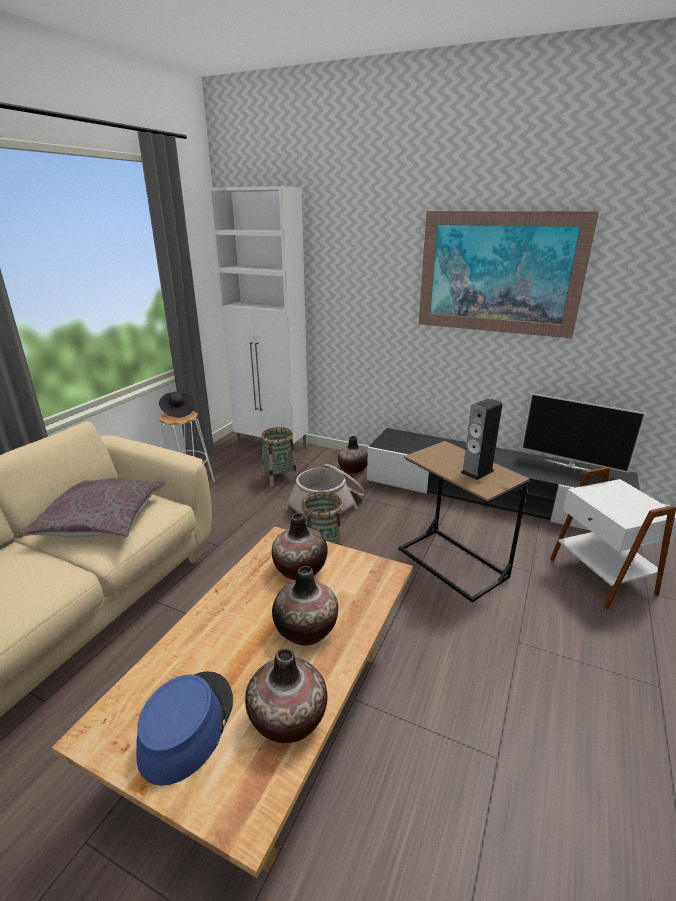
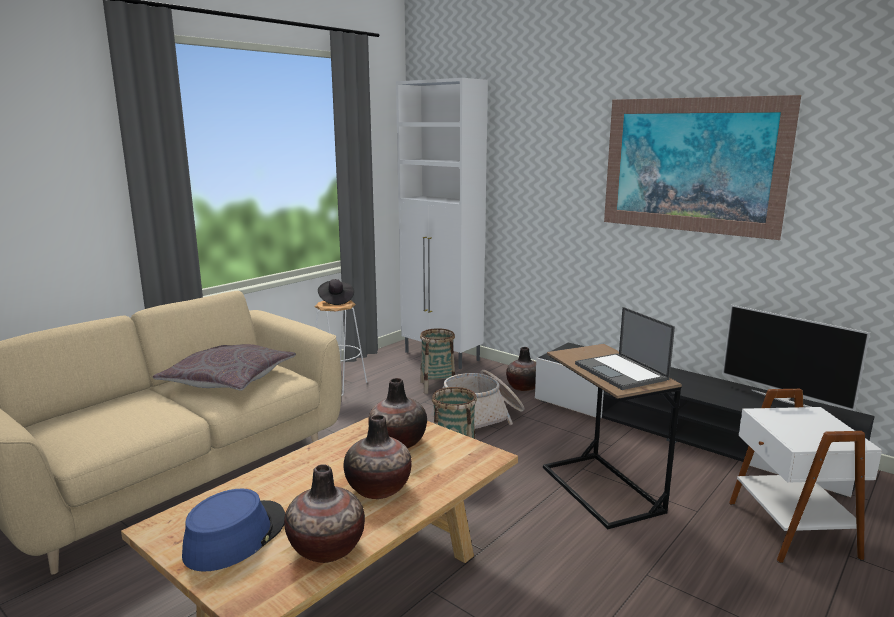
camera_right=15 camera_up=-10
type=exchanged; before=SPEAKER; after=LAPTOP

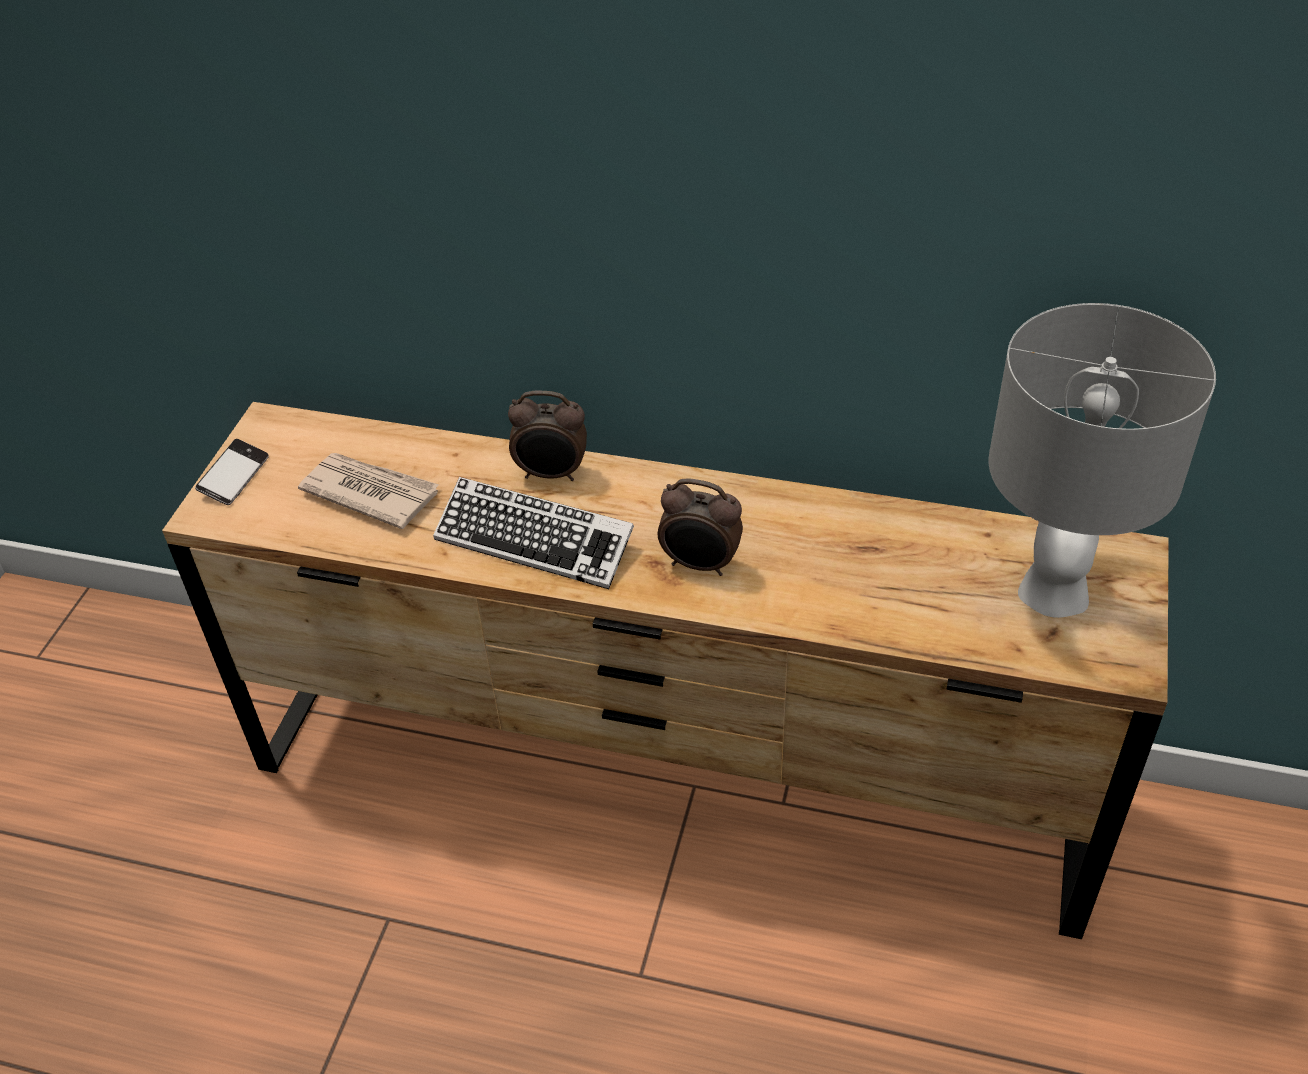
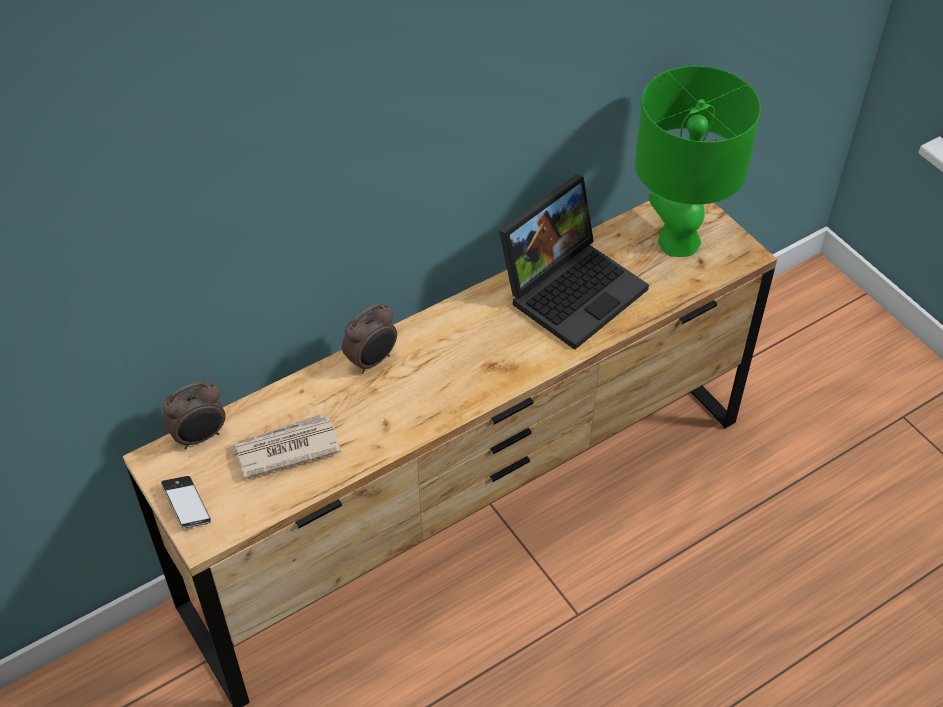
camera_right=-50 camera_up=5
type=missing; before=KEYBOARD
type=relocated; before=ALARM CLOCK (no. 2 from left in the first image); after=ALARM CLOCK (no. 1 from left)
type=colour; before=GRAY LAMP FOR A TABLE; after=GREEN LAMP FOR A TABLE
type=appeared; after=LAPTOP

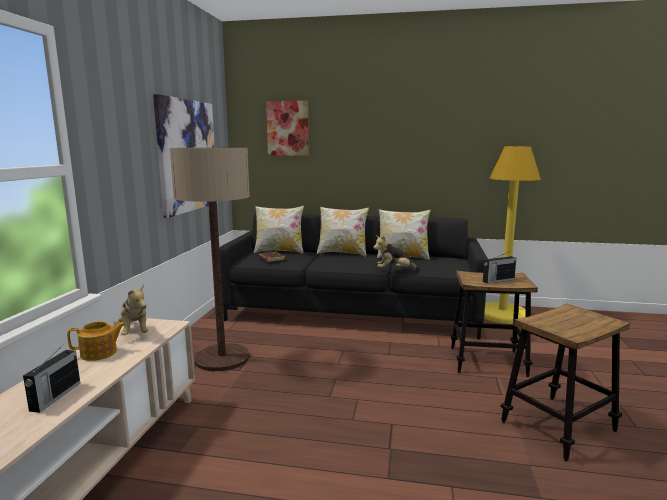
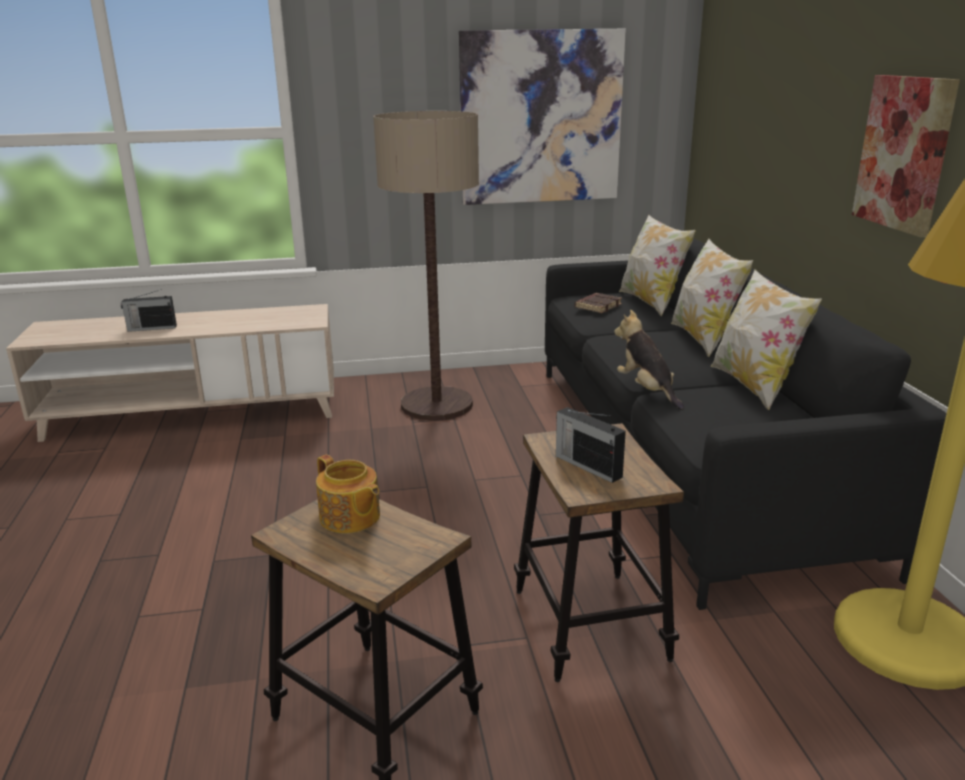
camera_right=70 camera_up=10
type=relocated; before=TEA POT
type=missing; before=CUDDLY TOY (no. 1 from left)
type=relocated; before=PICTURE (no. 2 from left)

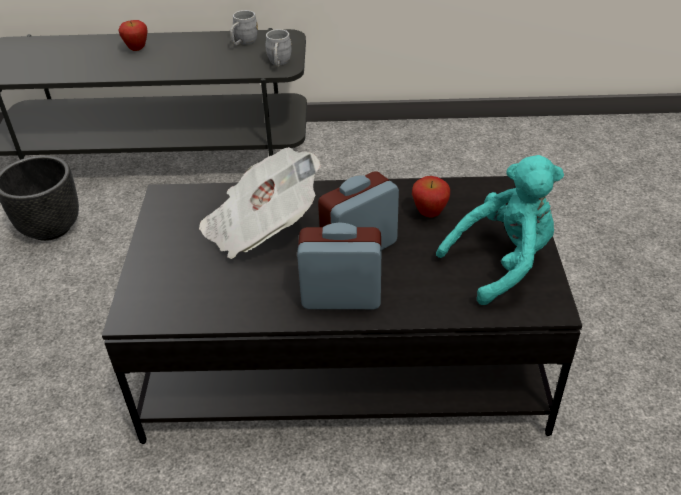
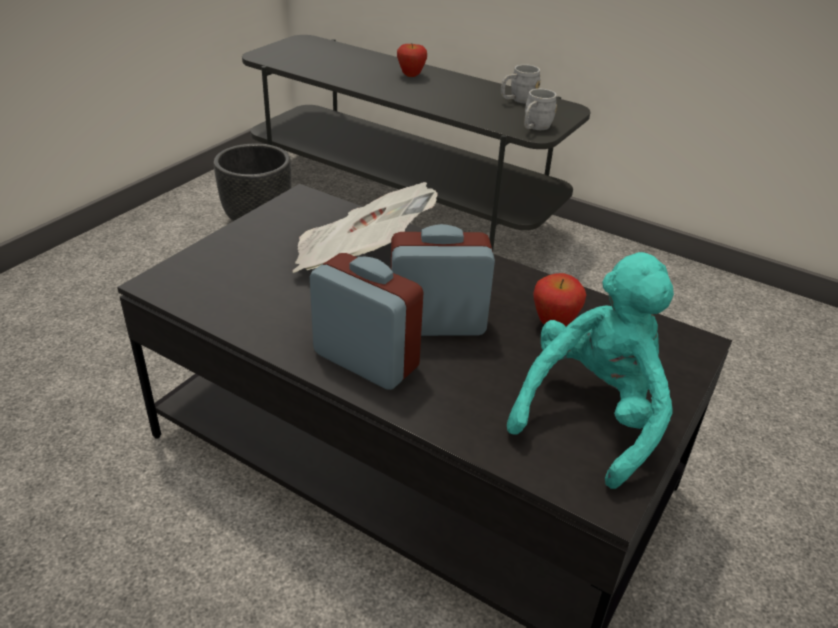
camera_right=30 camera_up=-5
type=spun; before=TURQUOISE CUDDLY TOY; turn=-60

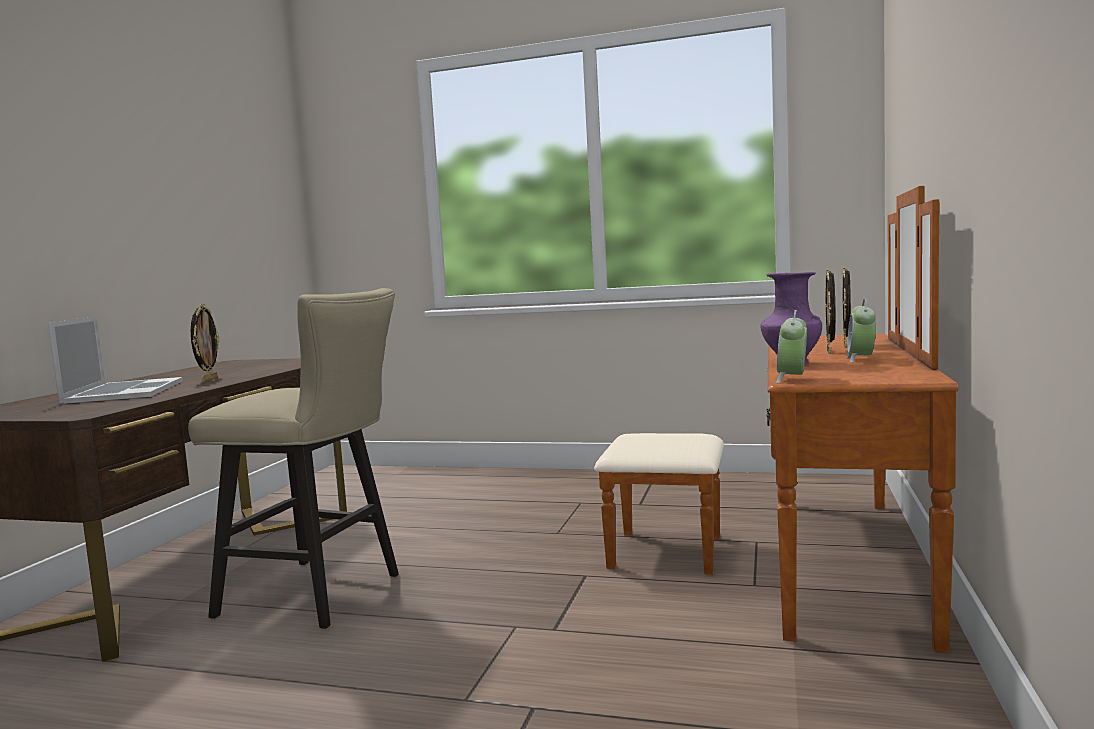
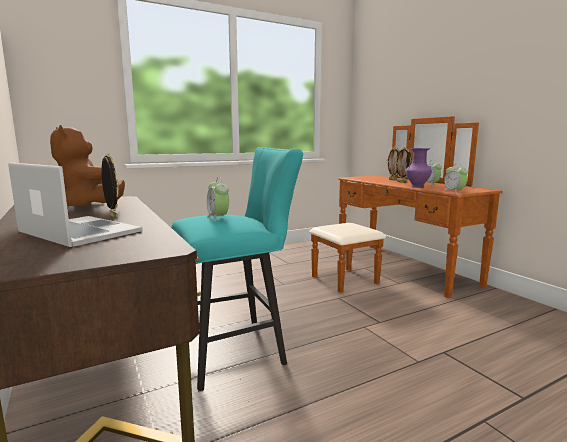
camera_right=-45 camera_up=5
type=colour; before=BEIGE-COLOURED SITTING STOOL; after=TURQUOISE SITTING STOOL
type=appeared; after=BROWN-COLOURED CUDDLY TOY
type=appeared; after=ALARM CLOCK (no. 1 from left)

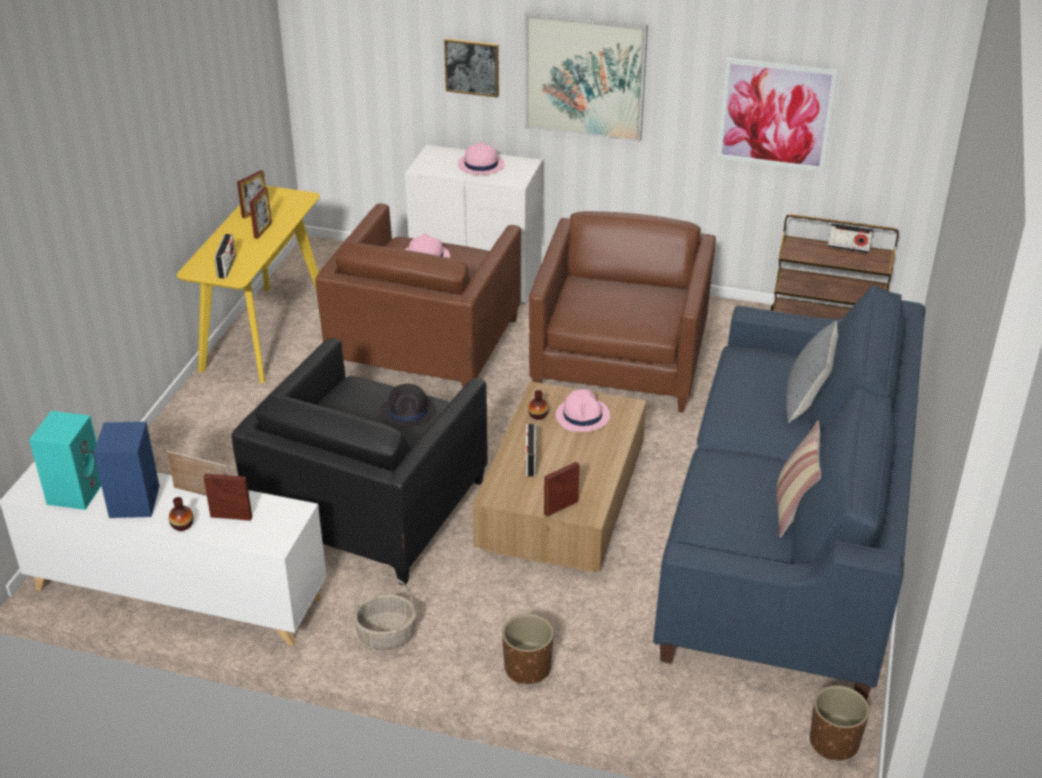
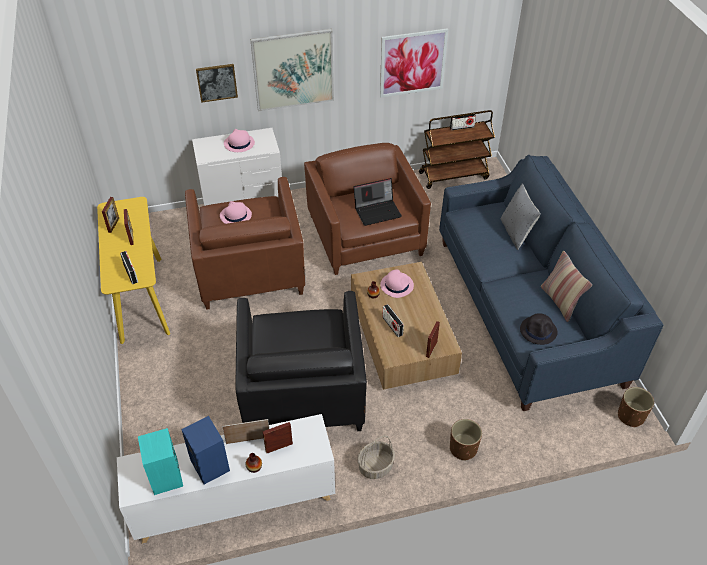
camera_right=-30 camera_up=10
type=relocated; before=BLACK-COLOURED WEARABLE HAT
type=appeared; after=LAPTOP

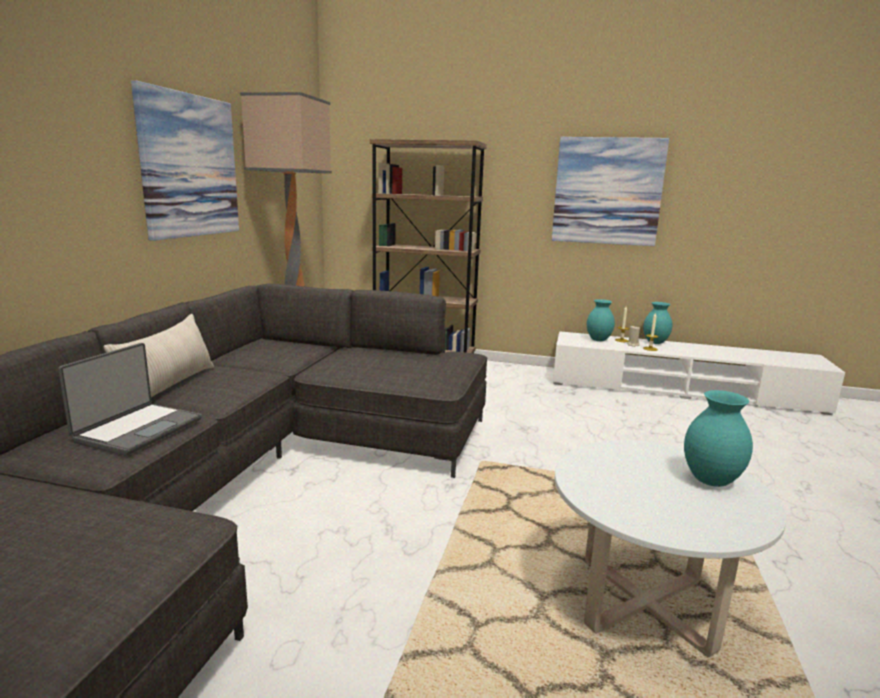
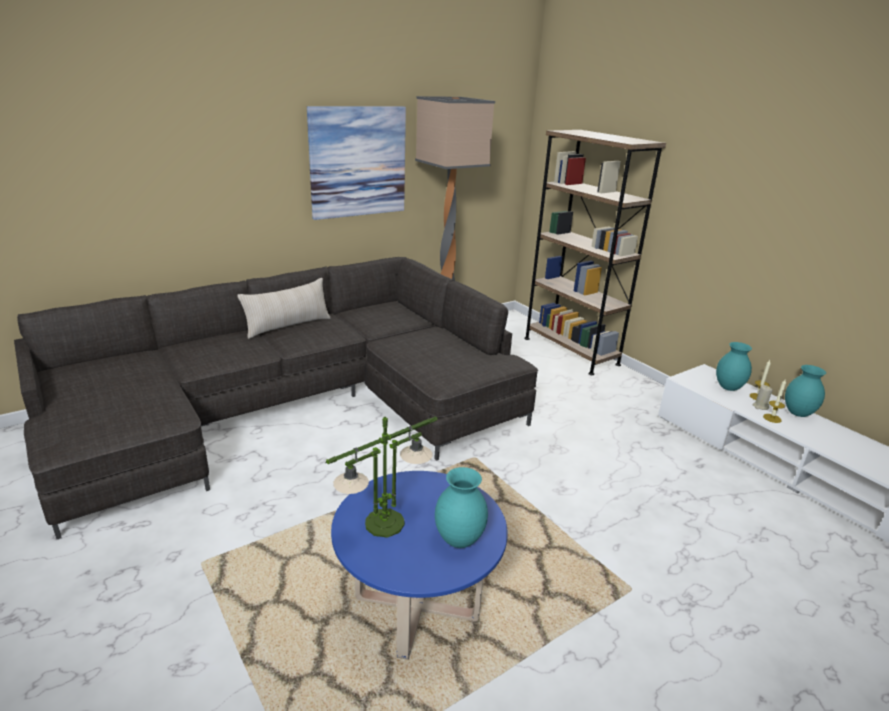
camera_right=40 camera_up=10
type=missing; before=LAPTOP
type=missing; before=PICTURE (no. 2 from left)
type=colour; before=WHITISH COFFEE TABLE; after=BLUE COFFEE TABLE
type=appeared; after=LAMP FOR A TABLE

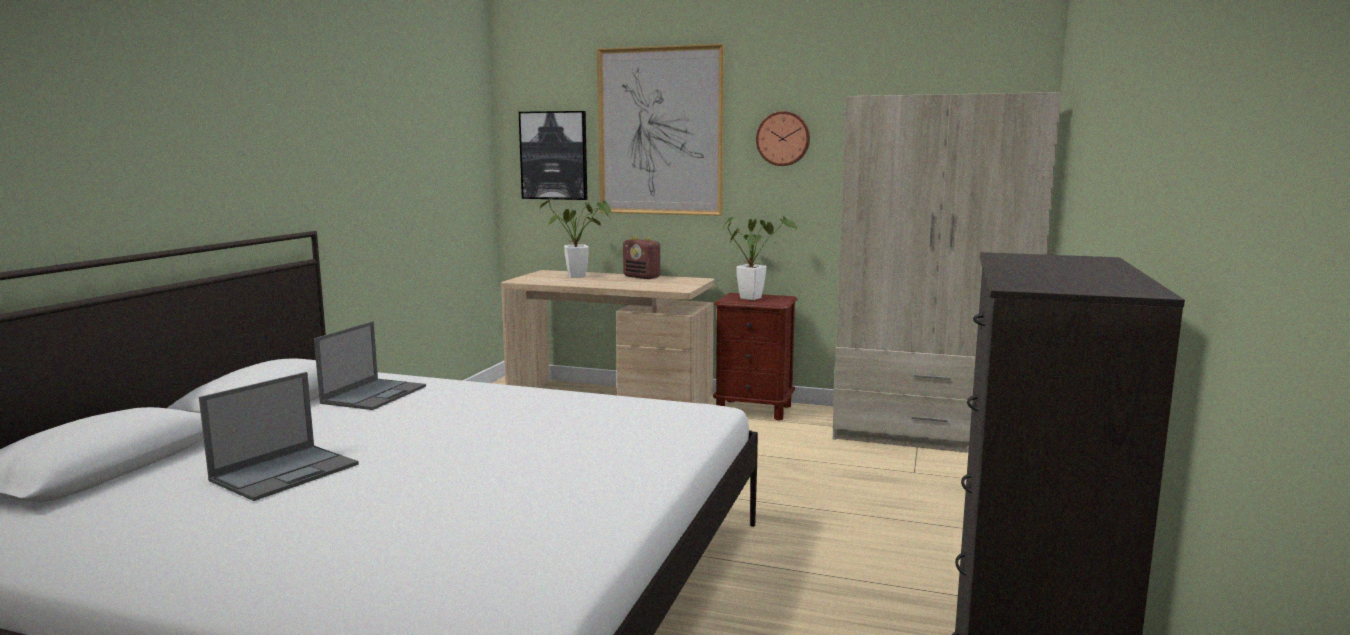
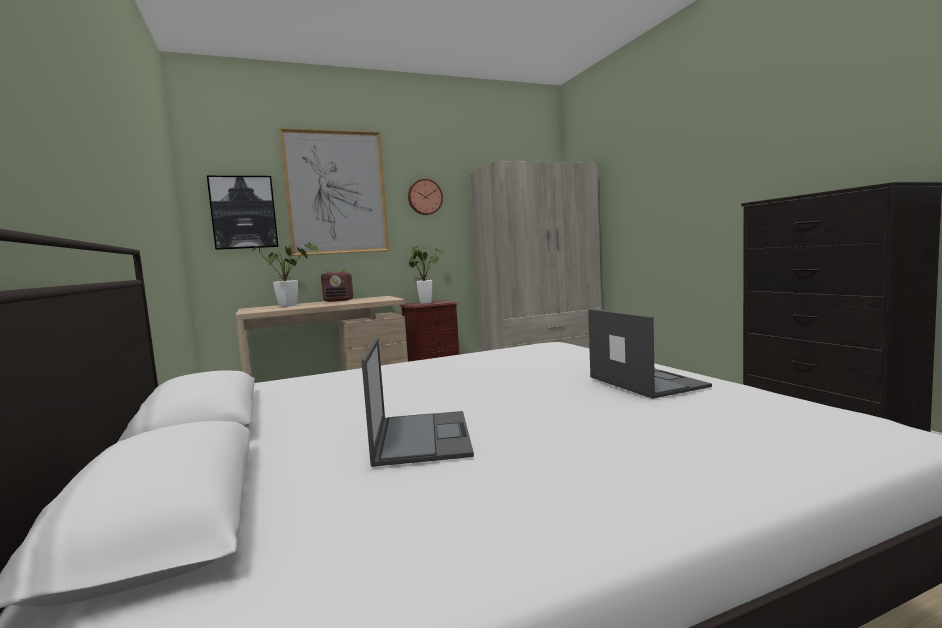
camera_right=-40 camera_up=-5
type=relocated; before=LAPTOP (no. 2 from left)

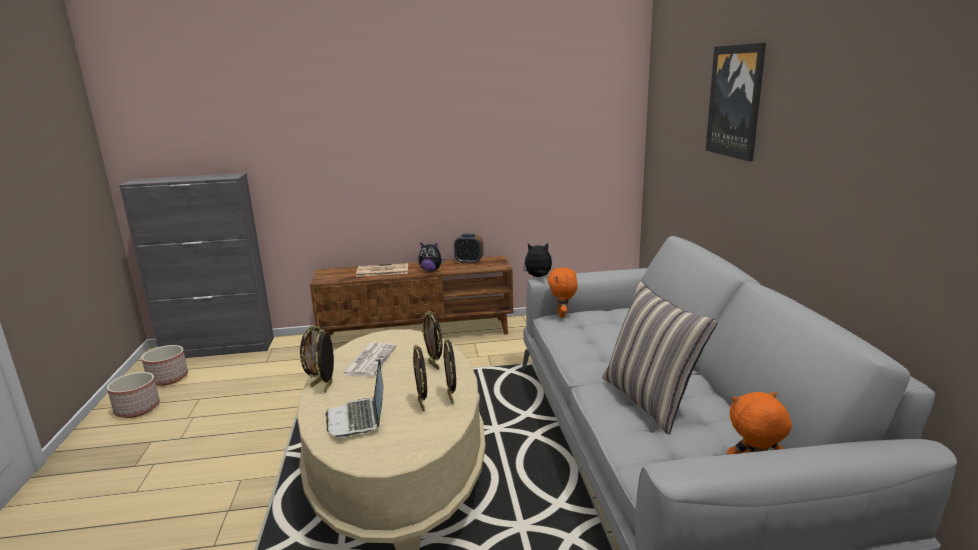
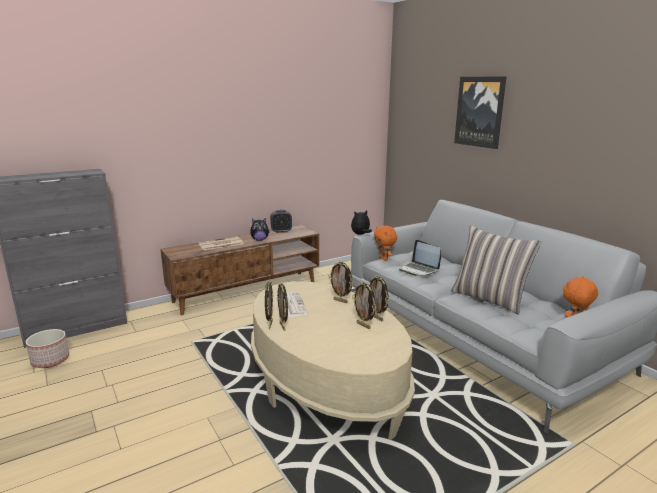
camera_right=-25 camera_up=0
type=missing; before=PLANTER (no. 1 from left)
type=relocated; before=LAPTOP

